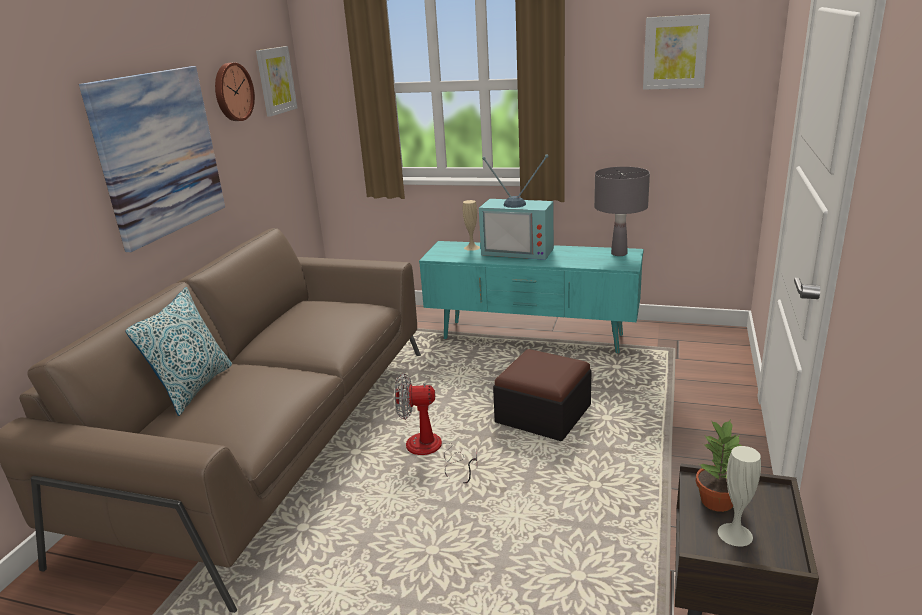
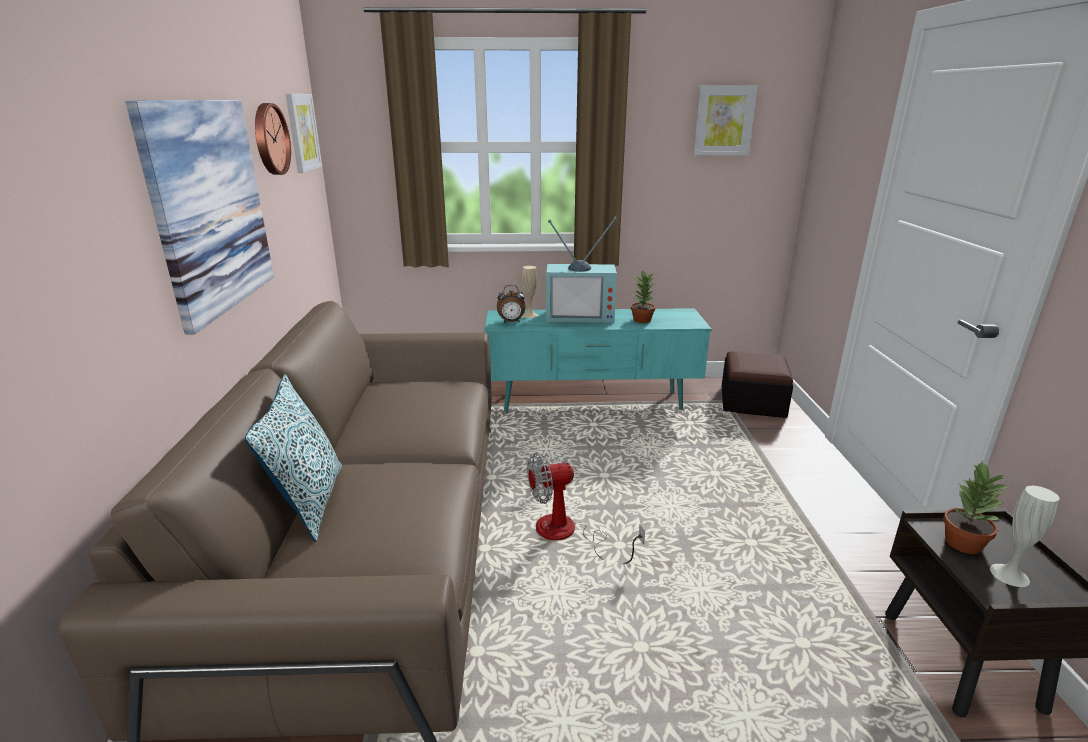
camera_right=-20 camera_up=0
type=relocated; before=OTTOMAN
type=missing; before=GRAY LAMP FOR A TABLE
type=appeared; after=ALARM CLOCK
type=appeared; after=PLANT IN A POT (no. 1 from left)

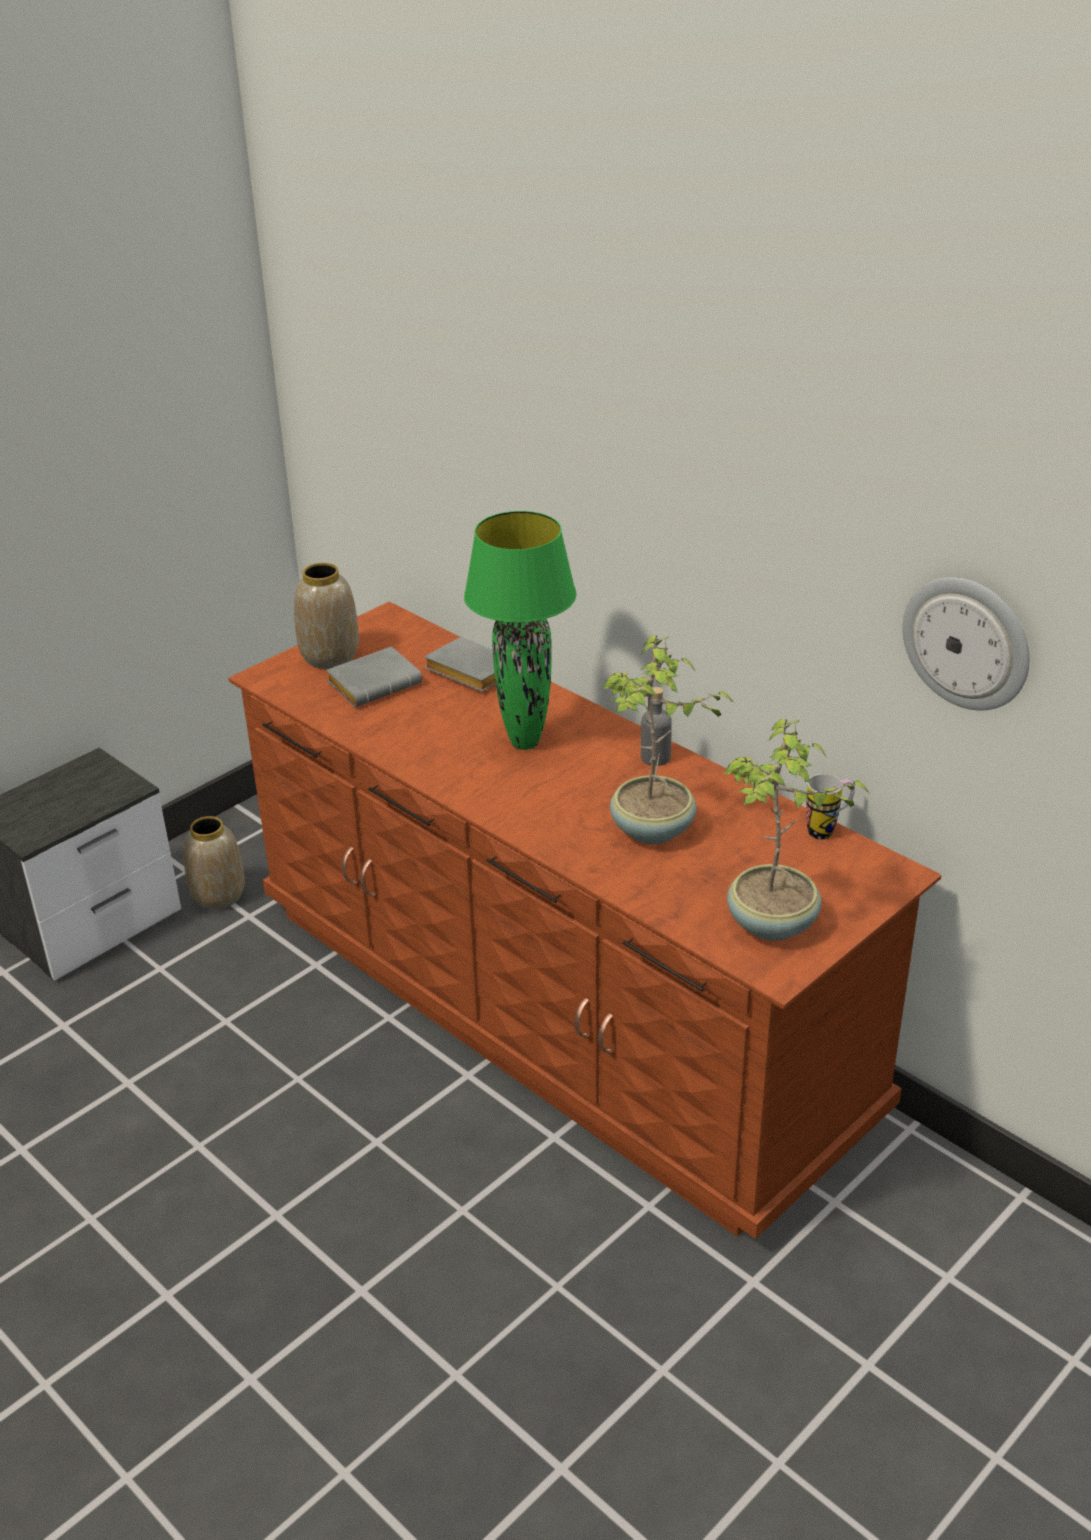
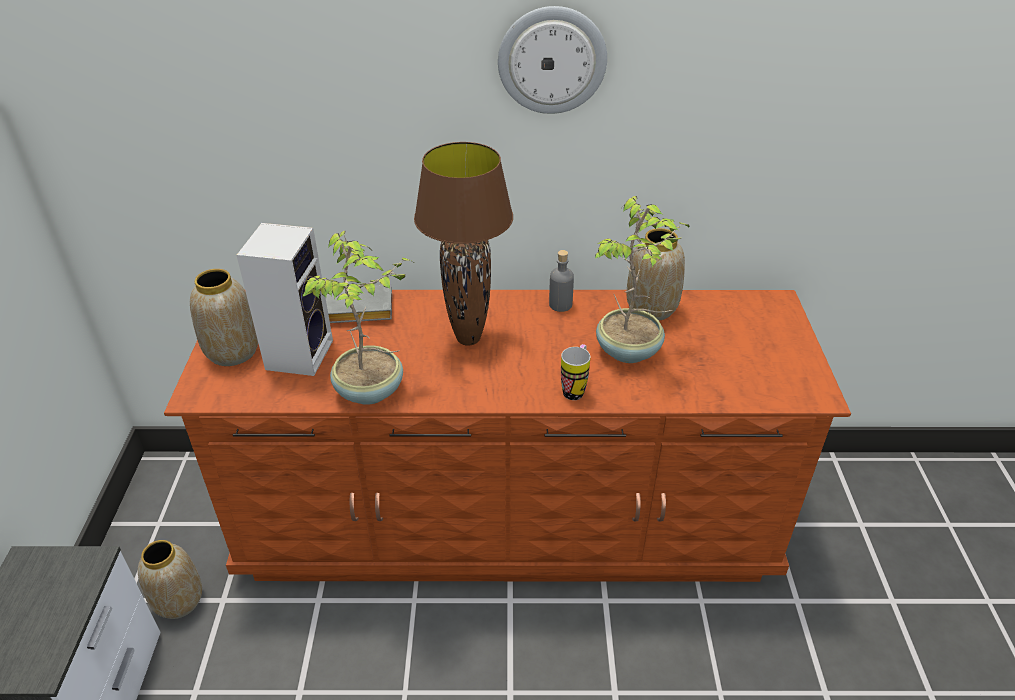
camera_right=-45 camera_up=5
type=exchanged; before=GRAY BOOK (no. 1 from left); after=SPEAKER
type=colour; before=GREEN LAMP FOR A TABLE; after=BROWN-COLOURED LAMP FOR A TABLE
type=relocated; before=PLANT IN A POT (no. 2 from left in the first image); after=PLANT IN A POT (no. 1 from left)
type=relocated; before=COFFEE MUG
type=relocated; before=HANGING CLOCK
type=appeared; after=VASE (no. 3 from left)

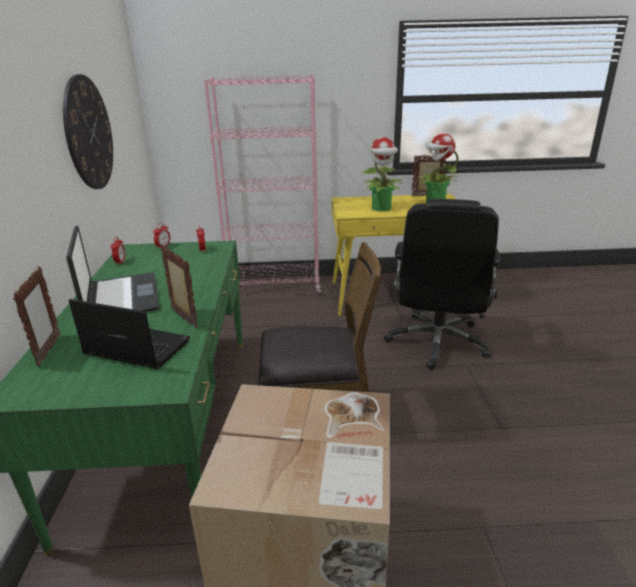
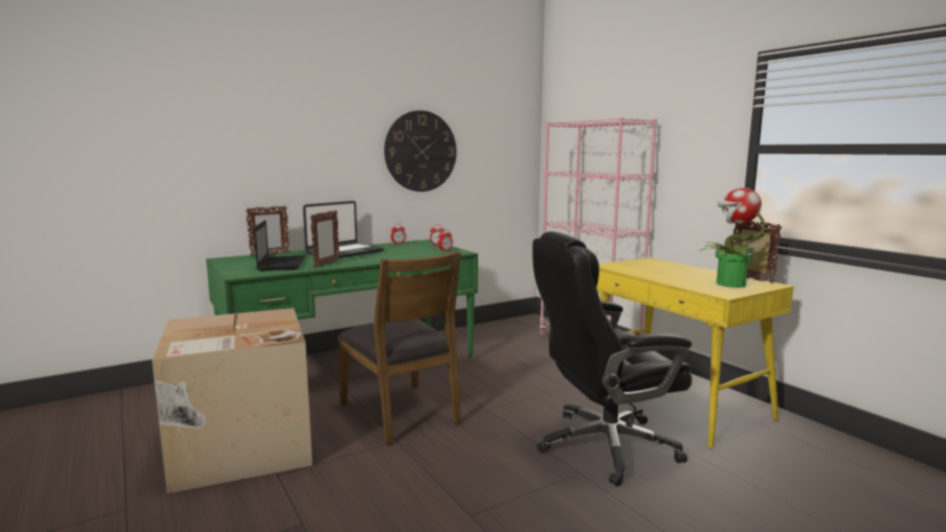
camera_right=60 camera_up=-15
type=missing; before=PLANT IN A POT (no. 1 from left)

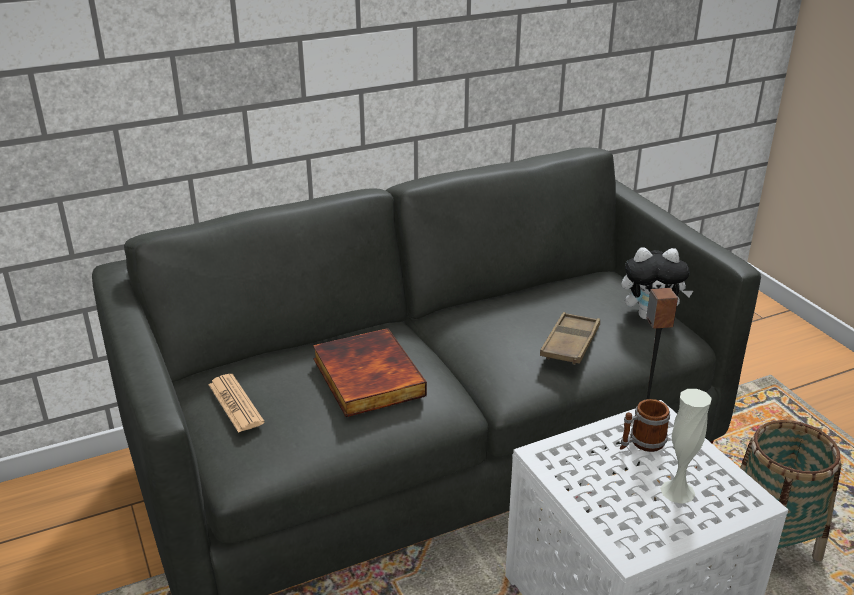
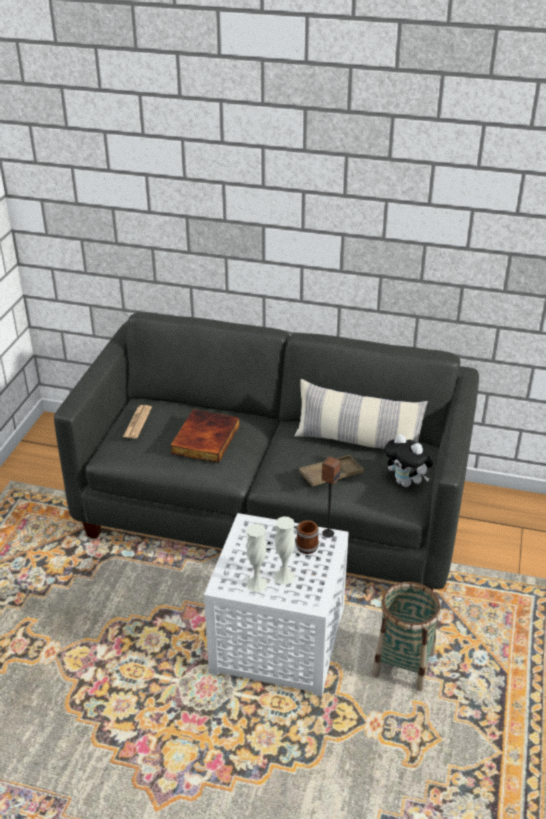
camera_right=40 camera_up=5
type=appeared; after=WHITISH VASE (no. 1 from left)
type=appeared; after=THROW PILLOW

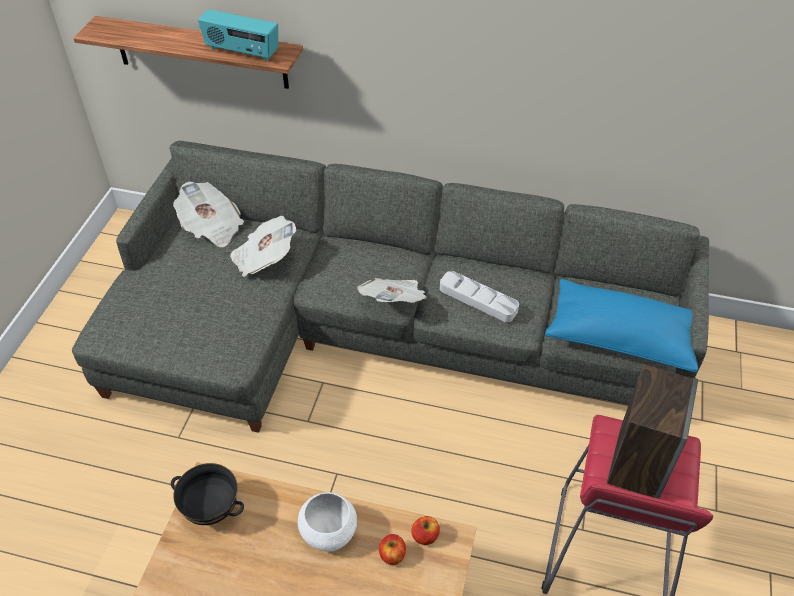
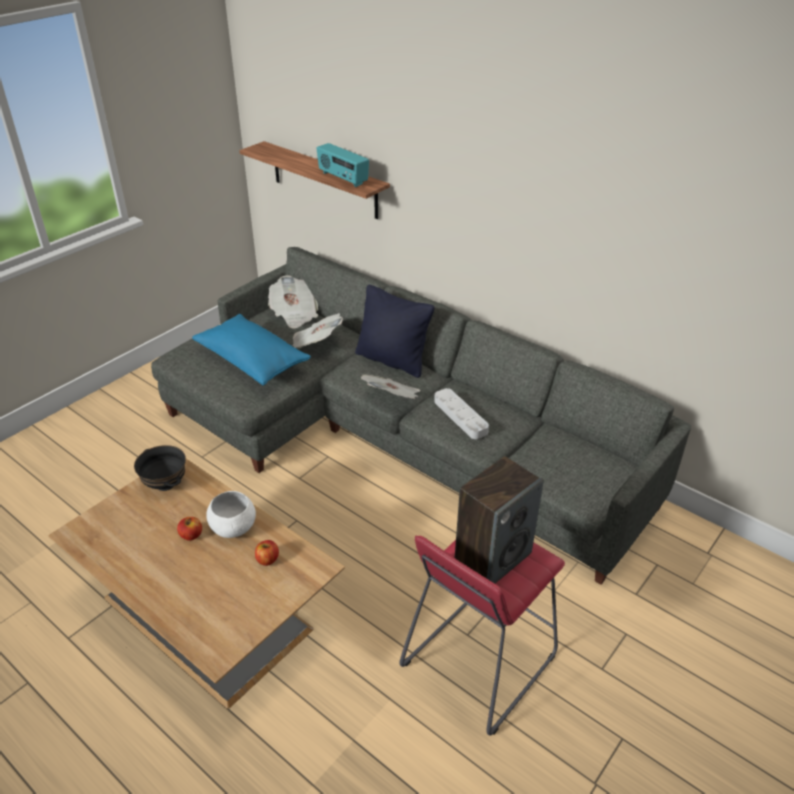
camera_right=25 camera_up=-10
type=relocated; before=WHOLE APPLE (no. 2 from left in the first image); after=WHOLE APPLE (no. 1 from left)
type=relocated; before=BLUE THROW PILLOW
type=appeared; after=BLACK-COLOURED THROW PILLOW

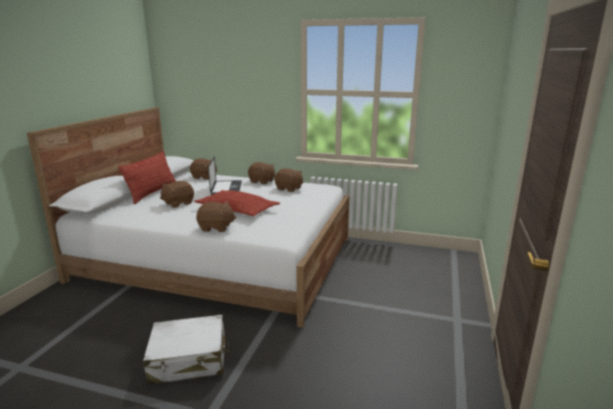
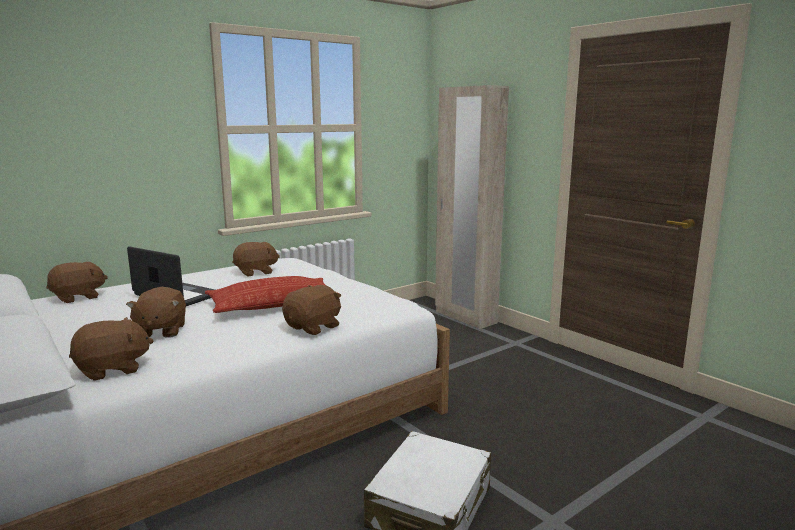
camera_right=-55 camera_up=-5
type=missing; before=THROW PILLOW (no. 1 from left)
type=relocated; before=BROWN-COLOURED CUDDLY TOY (no. 4 from left in the first image); after=BROWN-COLOURED CUDDLY TOY (no. 2 from left)
type=appeared; after=BEIGE-COLOURED ARMOIRE

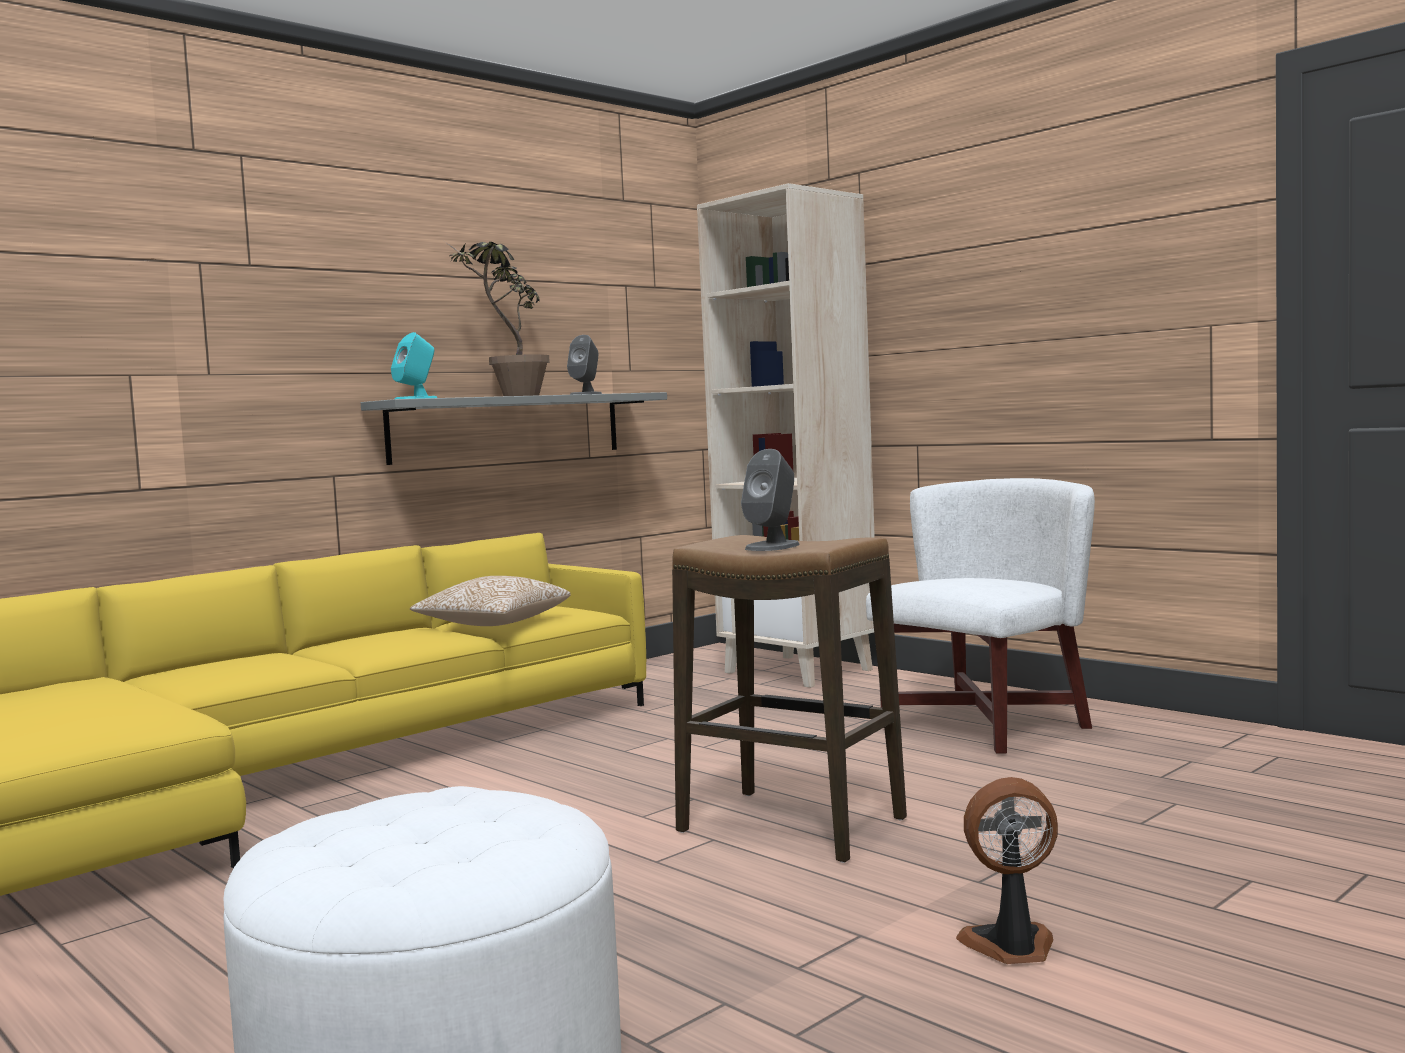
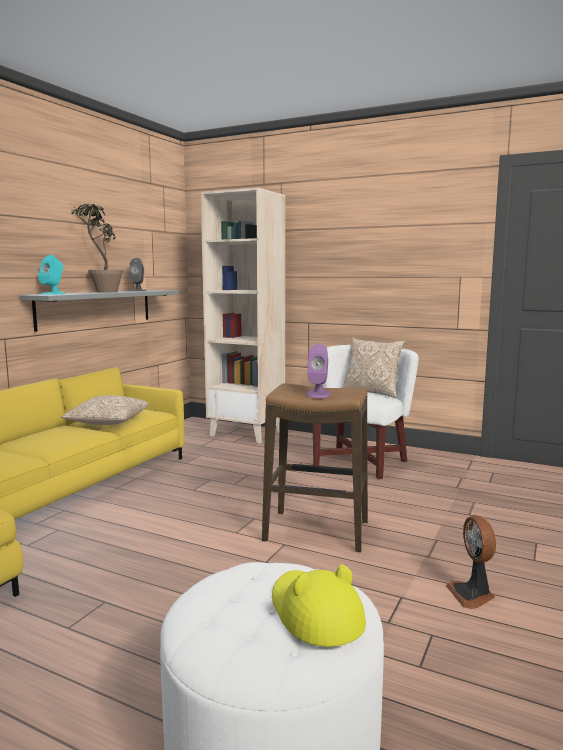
camera_right=-20 camera_up=5
type=colour; before=GRAY SPEAKER (no. 2 from left); after=PURPLISH SPEAKER
type=spun; before=COOLING FAN; turn=-75
type=appeared; after=YELLOW WEARABLE HAT
type=appeared; after=THROW PILLOW (no. 2 from left)

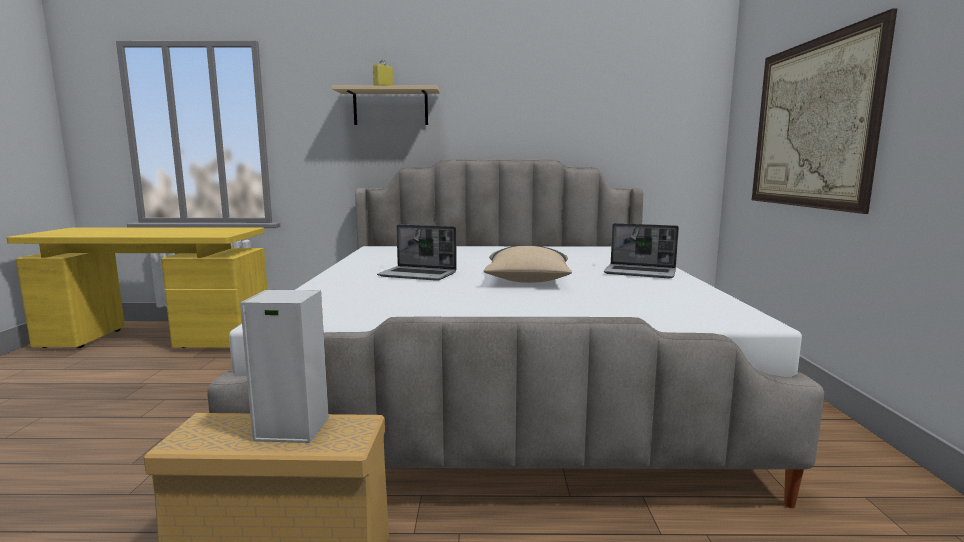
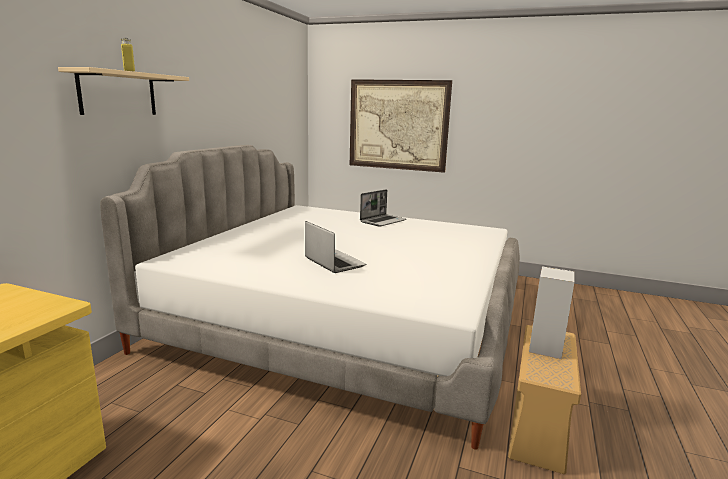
camera_right=-70 camera_up=5
type=spun; before=LAPTOP (no. 1 from left); turn=-75
type=missing; before=BEIGE-COLOURED THROW PILLOW

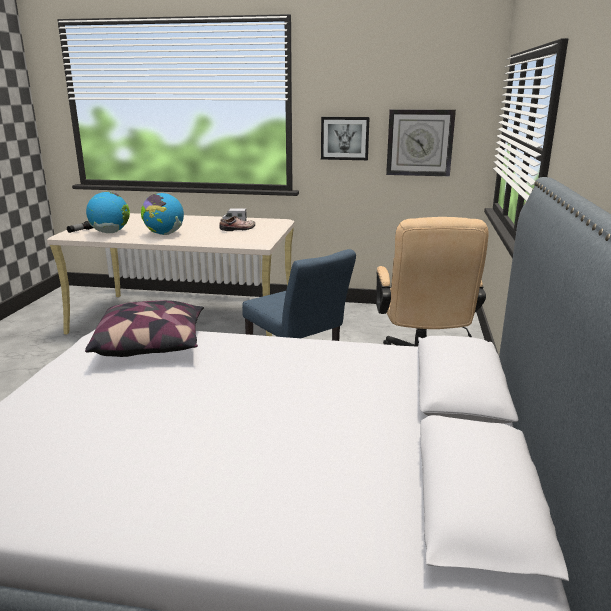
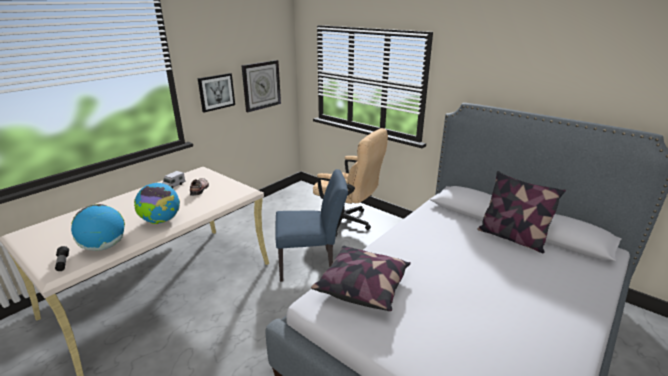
camera_right=-60 camera_up=5
type=appeared; after=THROW PILLOW (no. 2 from left)

